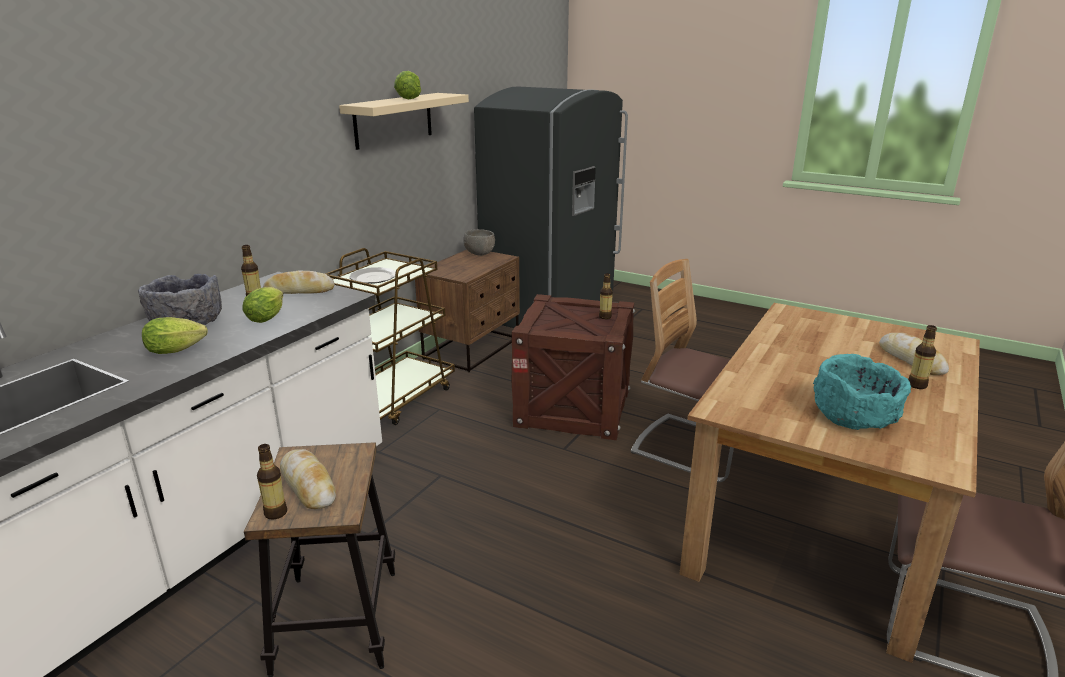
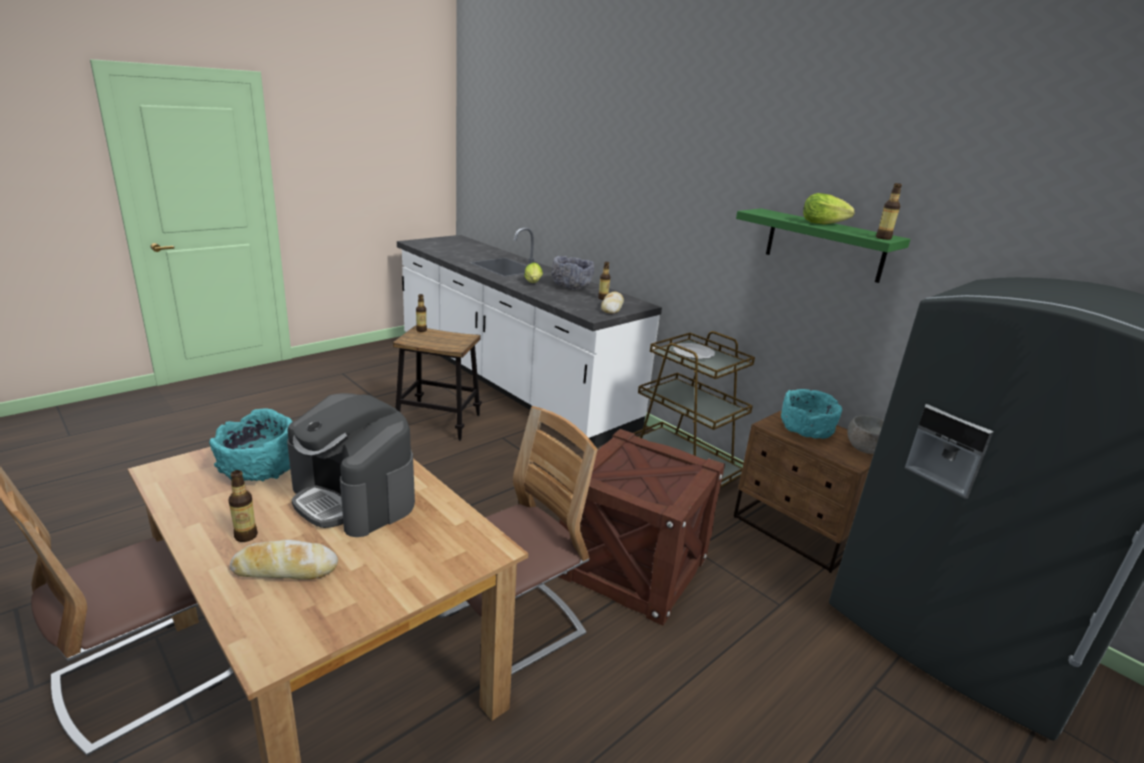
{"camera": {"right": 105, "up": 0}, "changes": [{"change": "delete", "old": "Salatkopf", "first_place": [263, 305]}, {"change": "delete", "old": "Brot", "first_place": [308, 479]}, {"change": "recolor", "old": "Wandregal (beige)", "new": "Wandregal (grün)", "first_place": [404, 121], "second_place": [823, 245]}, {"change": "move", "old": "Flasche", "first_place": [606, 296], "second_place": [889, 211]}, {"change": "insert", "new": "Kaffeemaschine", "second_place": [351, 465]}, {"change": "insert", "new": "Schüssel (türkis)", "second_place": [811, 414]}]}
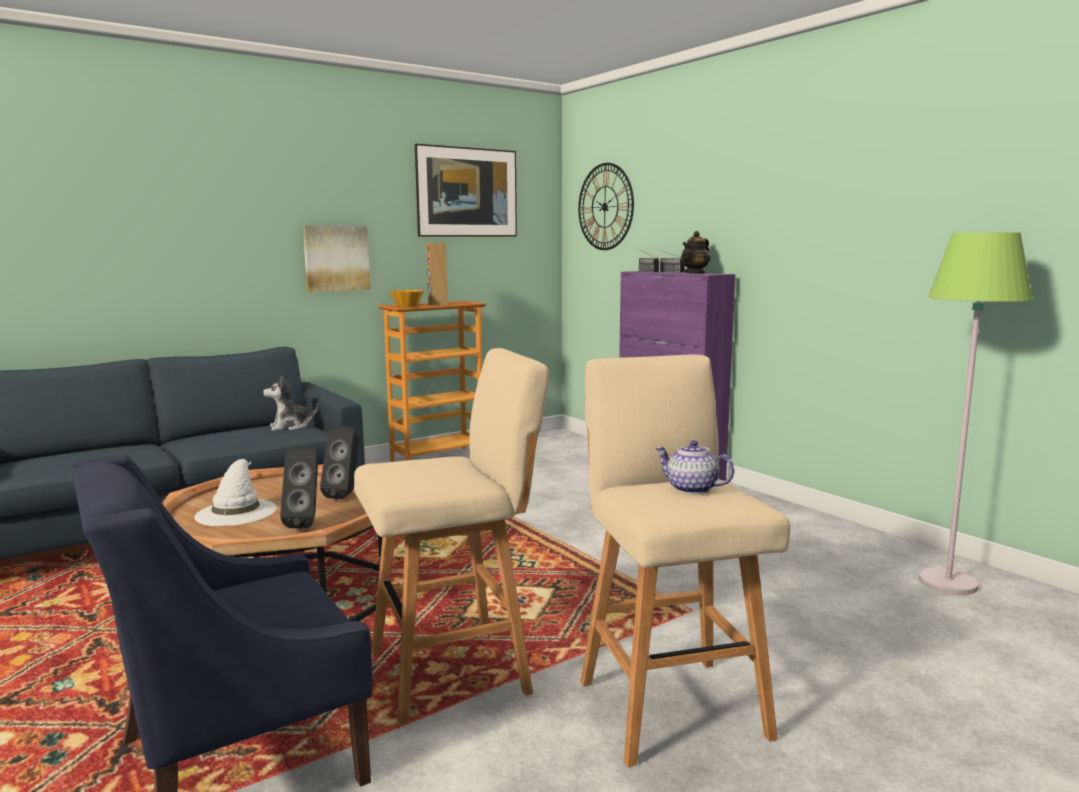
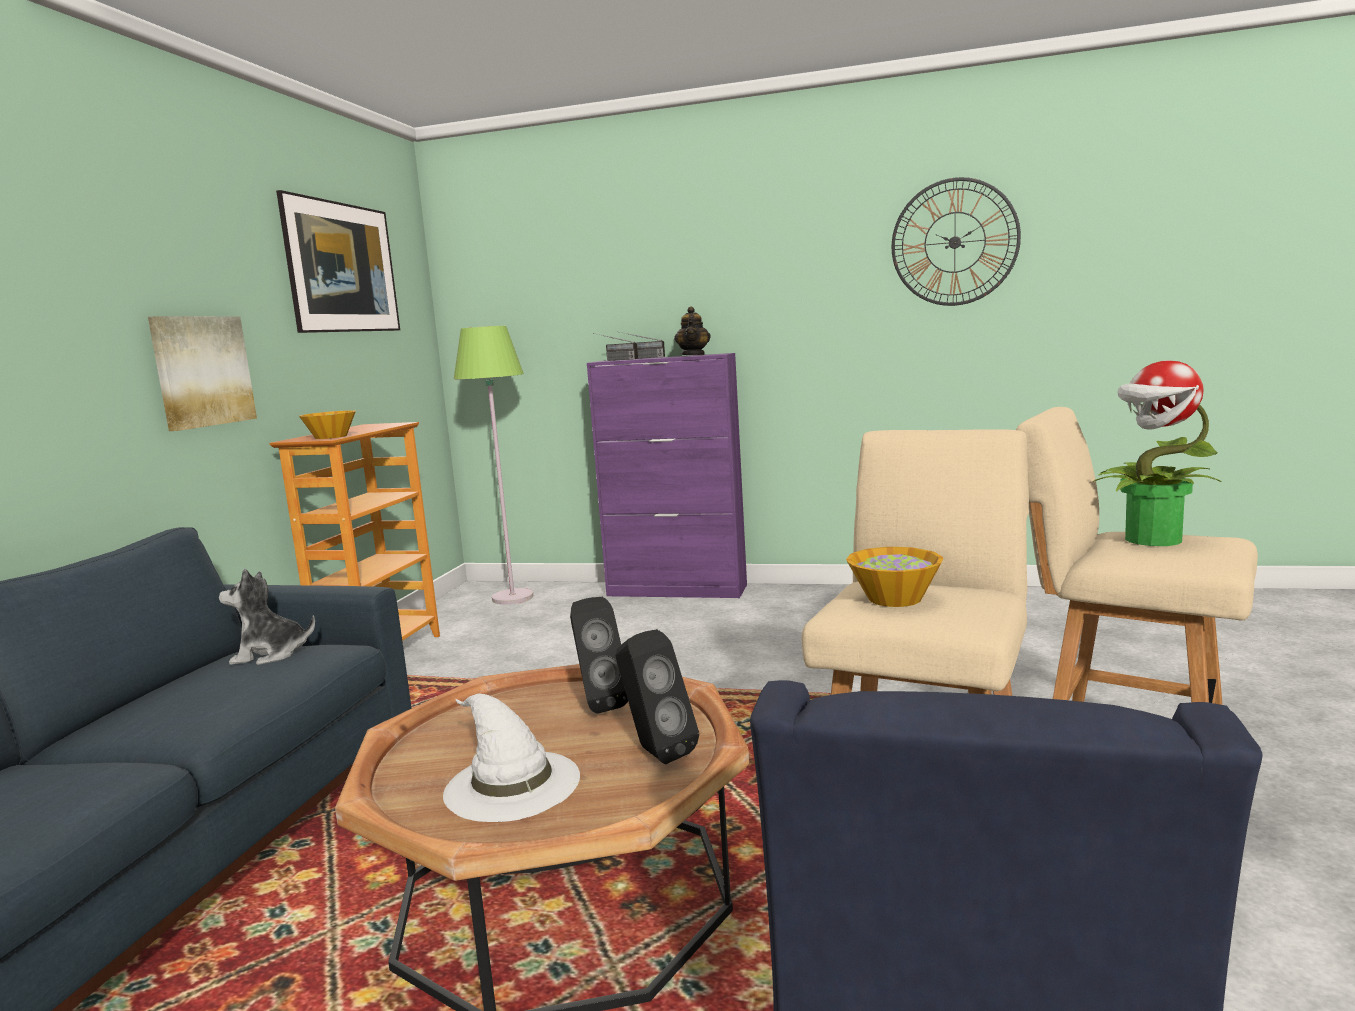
{"camera": {"right": -40, "up": 0}, "changes": [{"change": "rotate", "old": "Plüschtier", "first_place": [290, 403], "second_place": [267, 617], "degrees": 60}, {"change": "delete", "old": "Lautsprecher (braun)", "first_place": [437, 274]}, {"change": "move", "old": "Wanduhr", "first_place": [606, 206], "second_place": [956, 241]}, {"change": "replace", "old": "Teekanne", "new": "Topfpflanze", "first_place": [694, 467], "second_place": [1157, 453]}, {"change": "move", "old": "Stehlampe (grün)", "first_place": [976, 413], "second_place": [493, 465]}, {"change": "insert", "new": "Schüssel", "second_place": [894, 577]}]}
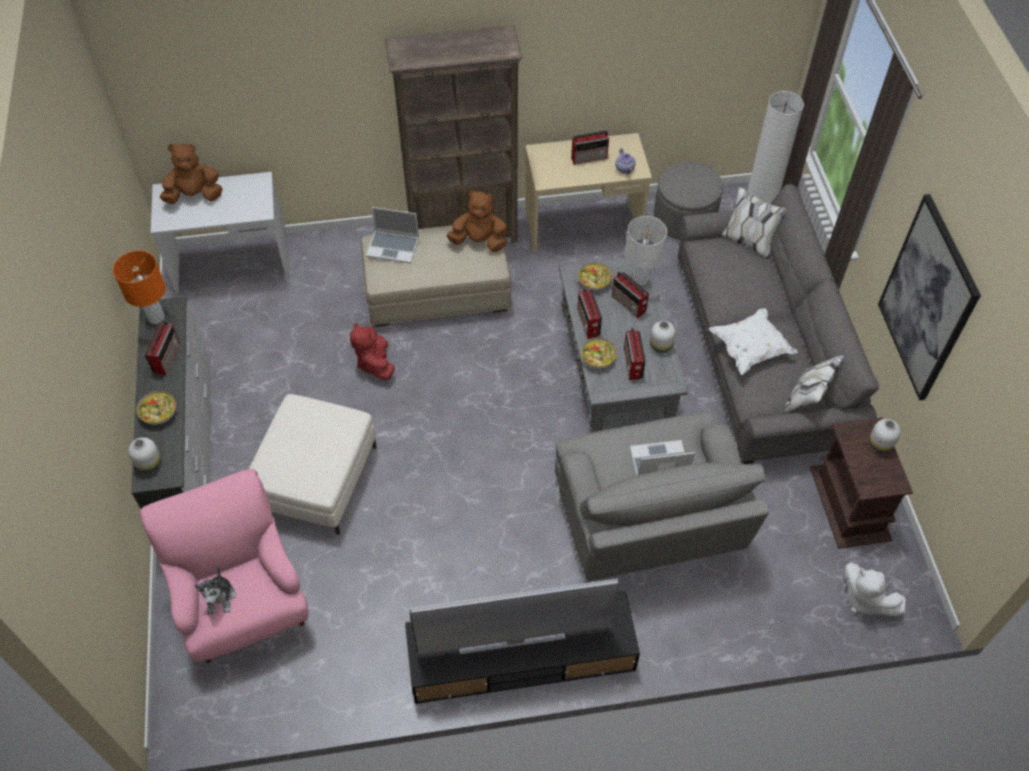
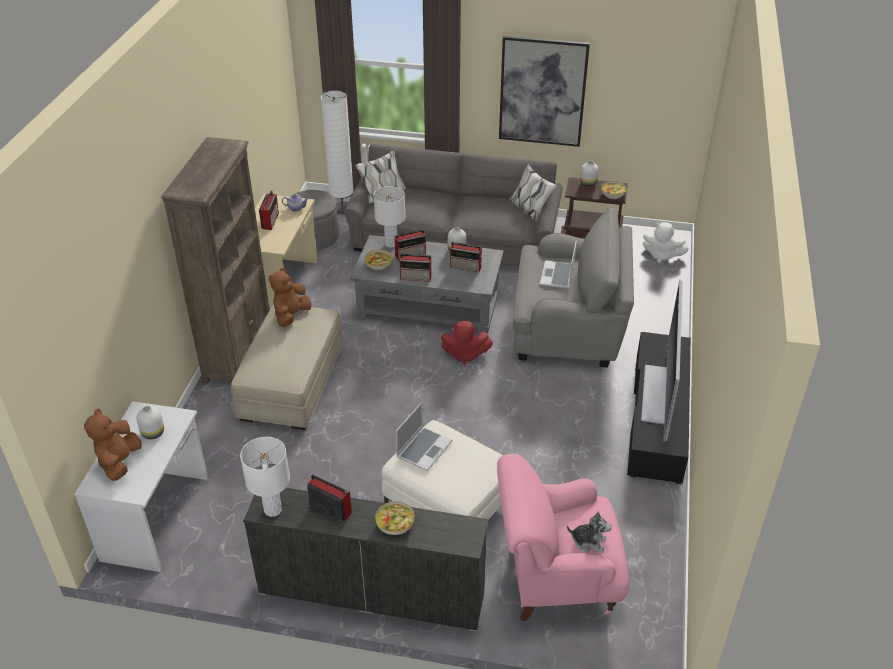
{"camera": {"right": -70, "up": -15}, "changes": [{"change": "recolor", "old": "Tischlampe (orange)", "new": "Tischlampe (weiß)", "first_place": [139, 287], "second_place": [265, 477]}, {"change": "move", "old": "Vase (weiß)", "first_place": [144, 454], "second_place": [150, 422]}, {"change": "move", "old": "Plüschtier (rot)", "first_place": [372, 351], "second_place": [467, 343]}, {"change": "move", "old": "Laptop", "first_place": [392, 235], "second_place": [424, 436]}, {"change": "move", "old": "Schüssel", "first_place": [599, 353], "second_place": [614, 190]}, {"change": "delete", "old": "Kissen (weiß)", "first_place": [753, 341]}, {"change": "rotate", "old": "Plüschtier (weiß)", "first_place": [875, 589], "second_place": [666, 242], "degrees": 45}]}
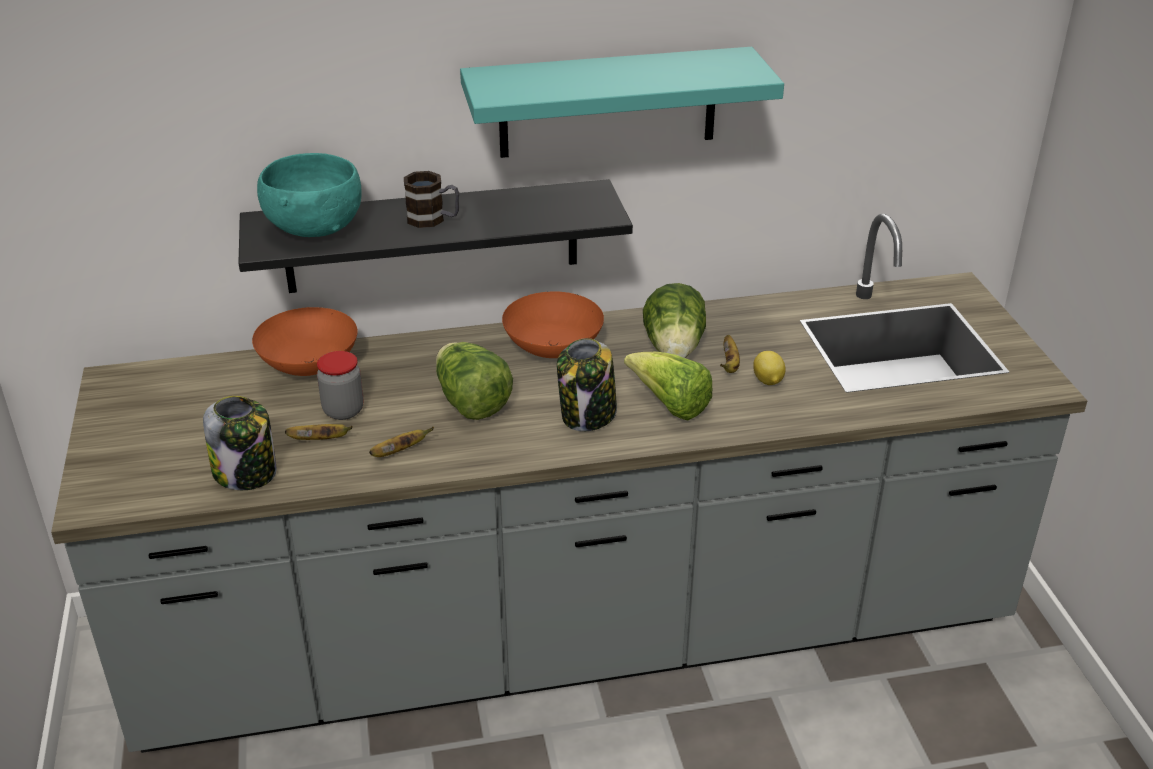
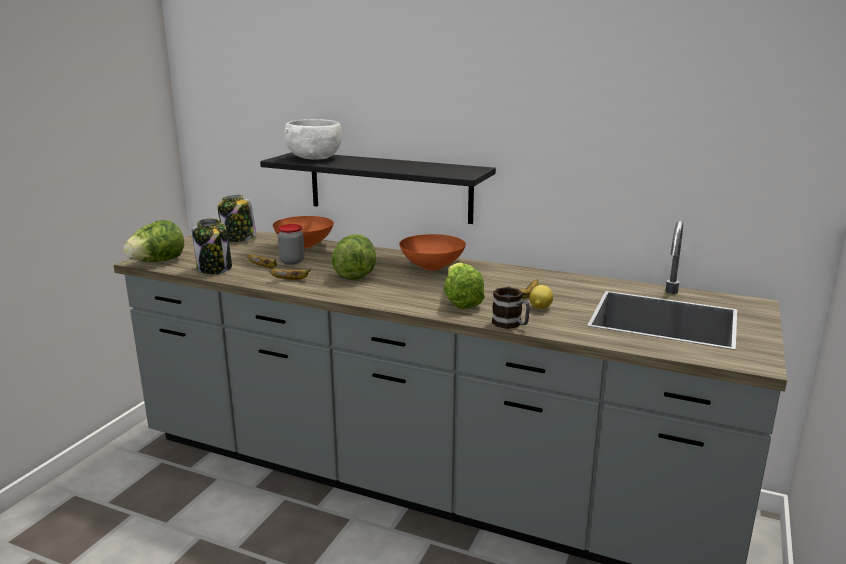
{"camera": {"right": 35, "up": -15}, "changes": [{"change": "recolor", "old": "Schüssel (türkis)", "new": "Schüssel (weiß)", "first_place": [309, 195], "second_place": [313, 139]}, {"change": "move", "old": "Henkelbecher", "first_place": [431, 199], "second_place": [511, 308]}, {"change": "delete", "old": "Wandregal (türkis)", "first_place": [622, 102]}, {"change": "move", "old": "Vorratsglas", "first_place": [587, 384], "second_place": [237, 218]}, {"change": "move", "old": "Salatkopf", "first_place": [674, 320], "second_place": [153, 241]}]}
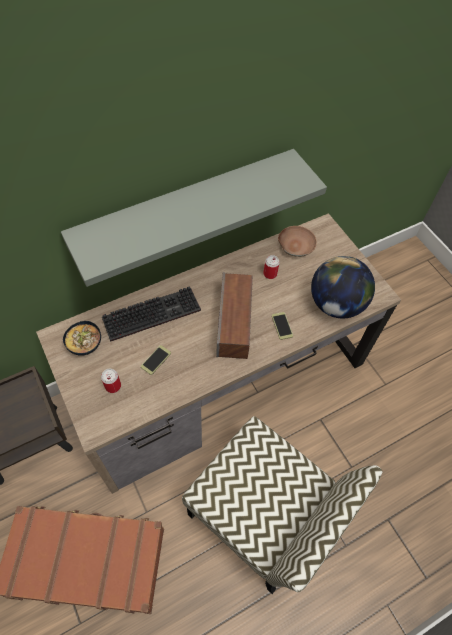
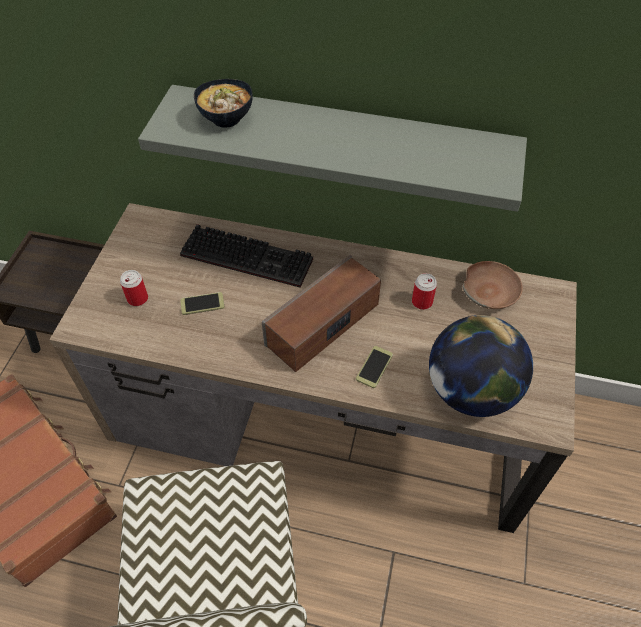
{"camera": {"right": 45, "up": -5}, "changes": [{"change": "move", "old": "Schüssel", "first_place": [82, 338], "second_place": [223, 103]}]}
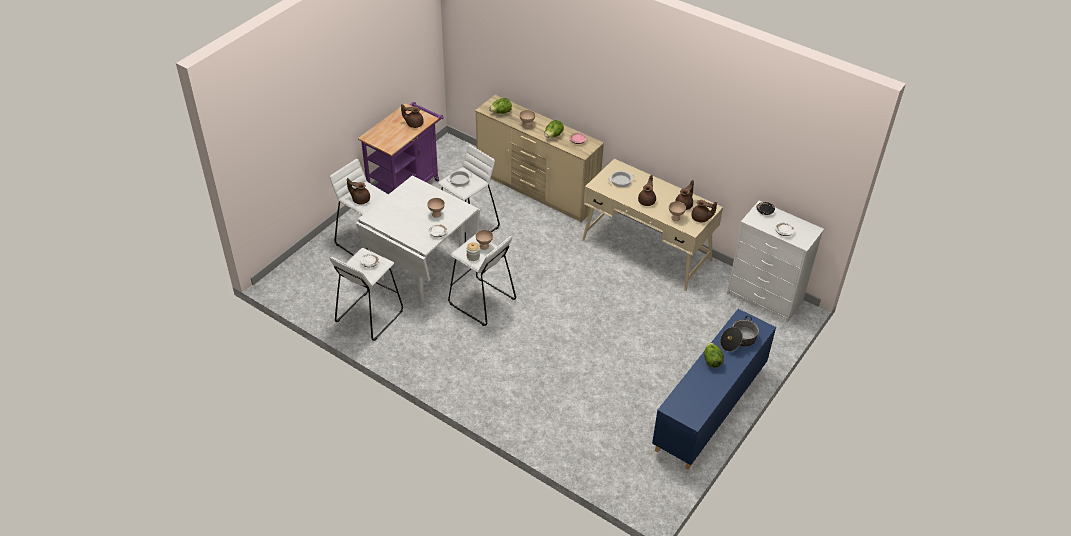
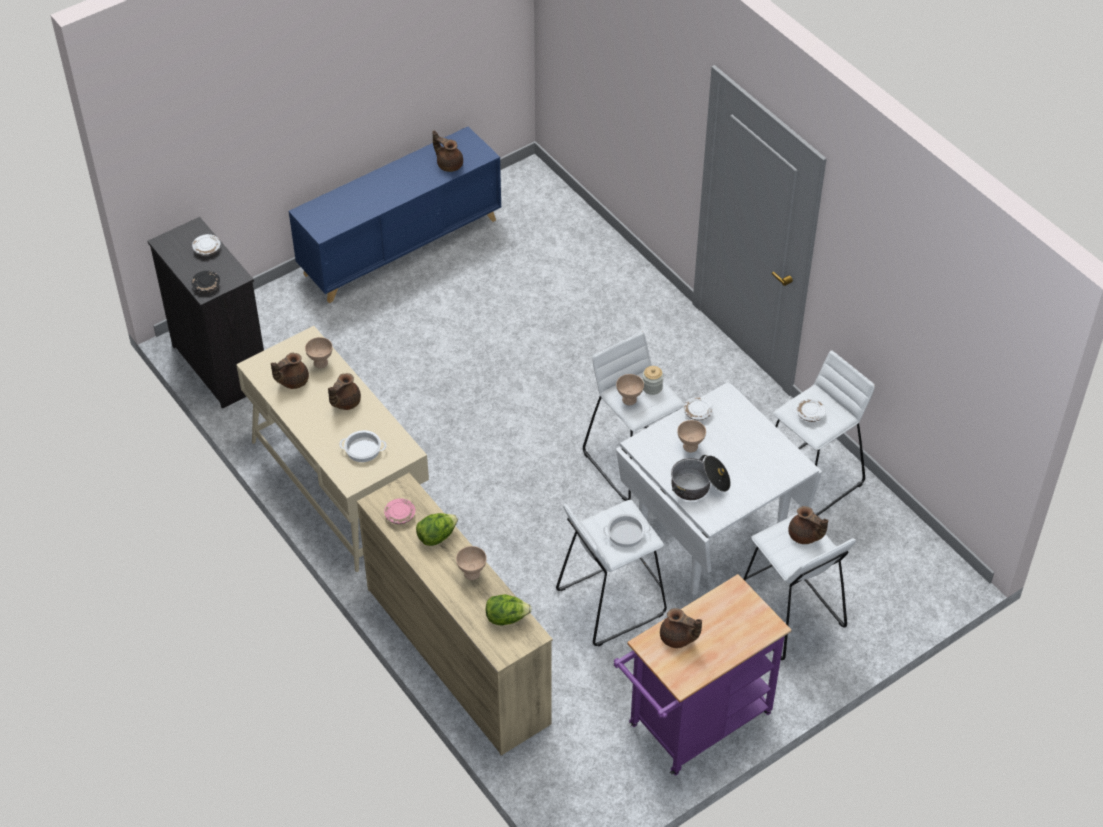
{"camera": {"right": -160, "up": 5}, "changes": [{"change": "move", "old": "Teekanne (braun)", "first_place": [704, 211], "second_place": [447, 151]}, {"change": "delete", "old": "Salatkopf", "first_place": [714, 355]}, {"change": "move", "old": "Kochtopf", "first_place": [739, 334], "second_place": [701, 477]}, {"change": "recolor", "old": "Kommode (weiß)", "new": "Kommode (schwarz)", "first_place": [775, 262], "second_place": [205, 313]}]}
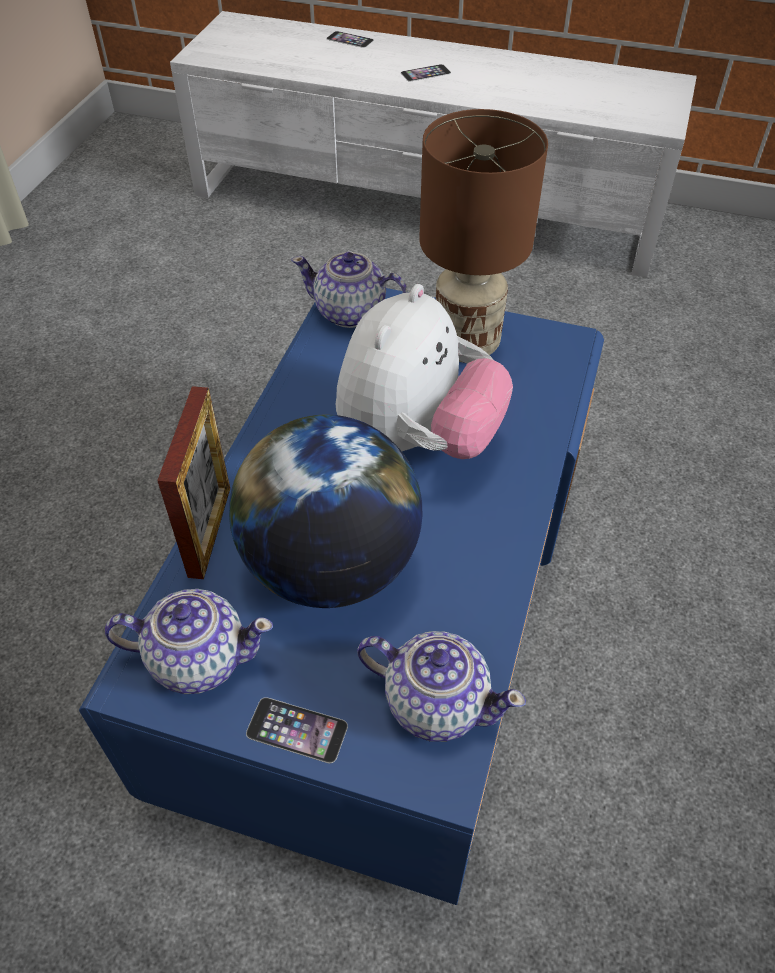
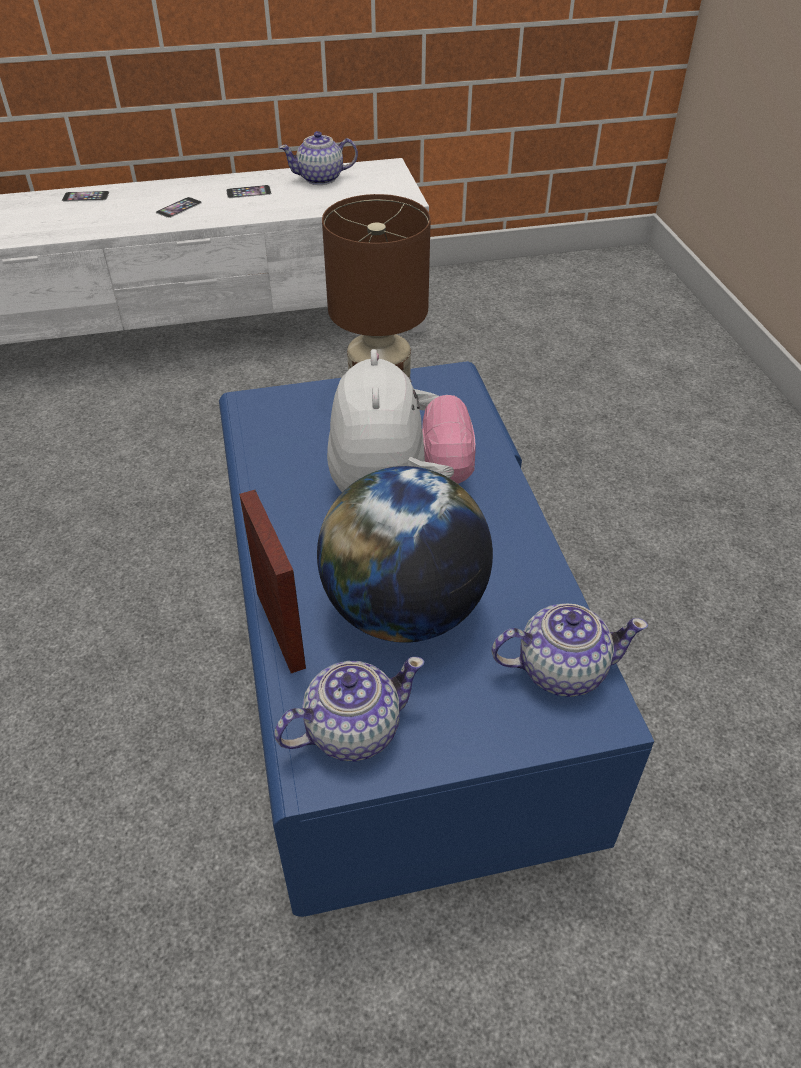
{"camera": {"right": -30, "up": -5}, "changes": [{"change": "move", "old": "Handy", "first_place": [297, 730], "second_place": [248, 191]}, {"change": "move", "old": "Teekanne", "first_place": [349, 290], "second_place": [318, 158]}]}
